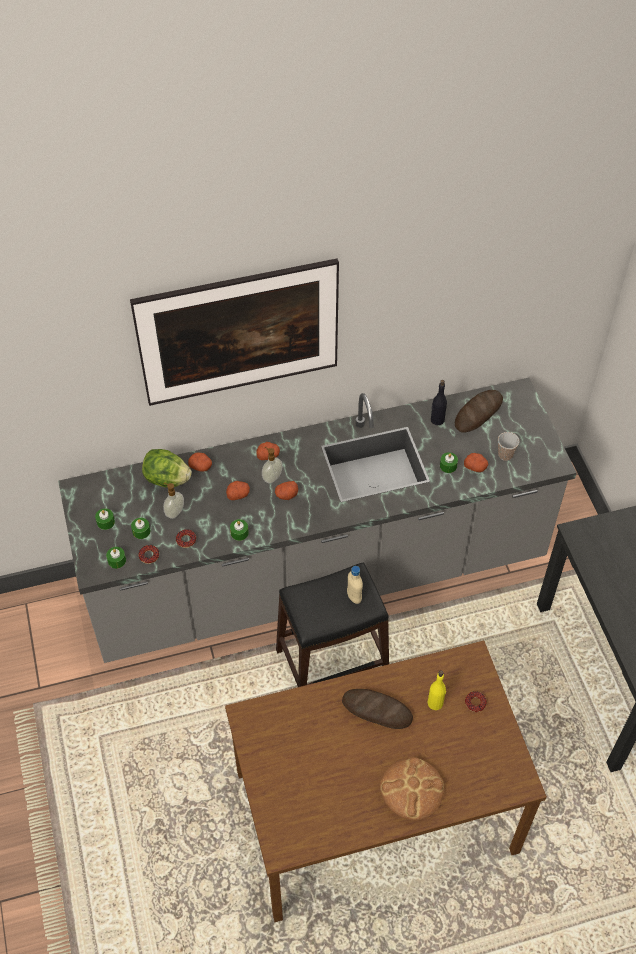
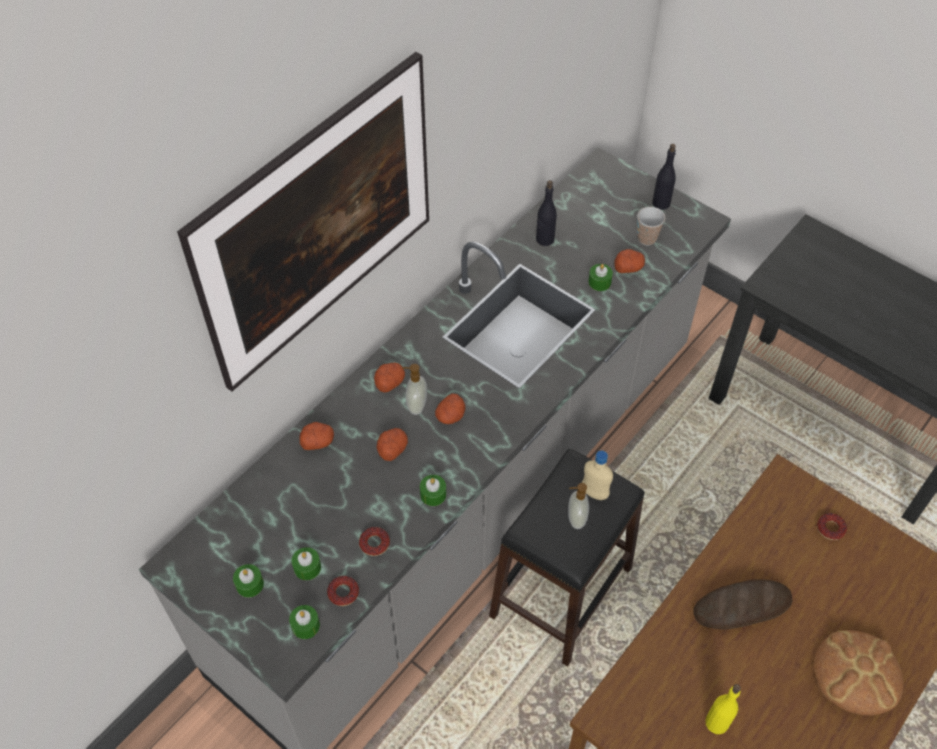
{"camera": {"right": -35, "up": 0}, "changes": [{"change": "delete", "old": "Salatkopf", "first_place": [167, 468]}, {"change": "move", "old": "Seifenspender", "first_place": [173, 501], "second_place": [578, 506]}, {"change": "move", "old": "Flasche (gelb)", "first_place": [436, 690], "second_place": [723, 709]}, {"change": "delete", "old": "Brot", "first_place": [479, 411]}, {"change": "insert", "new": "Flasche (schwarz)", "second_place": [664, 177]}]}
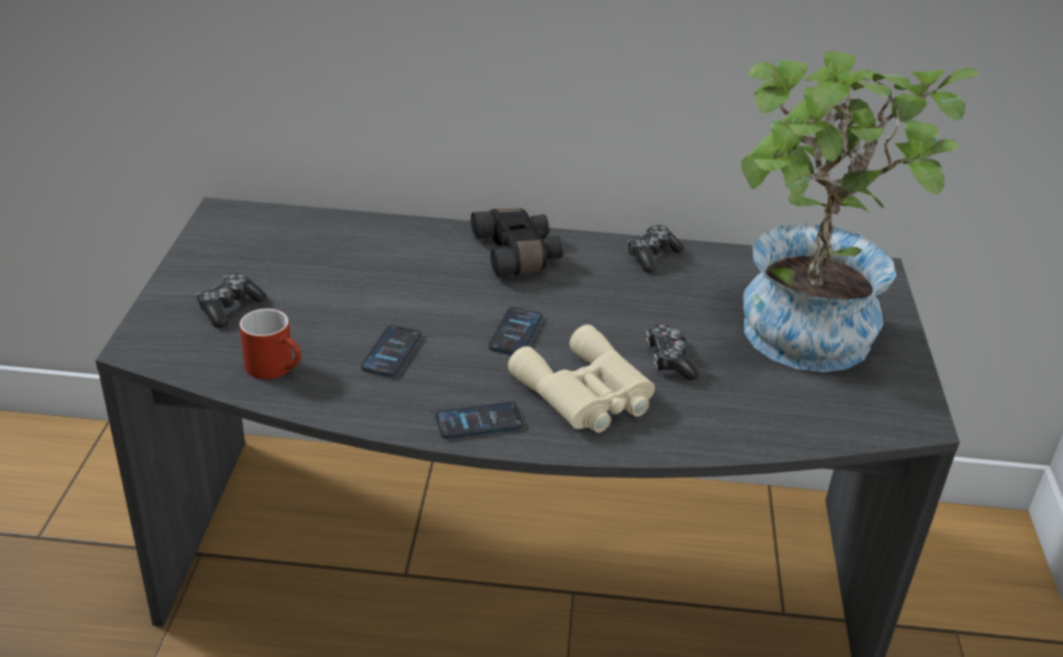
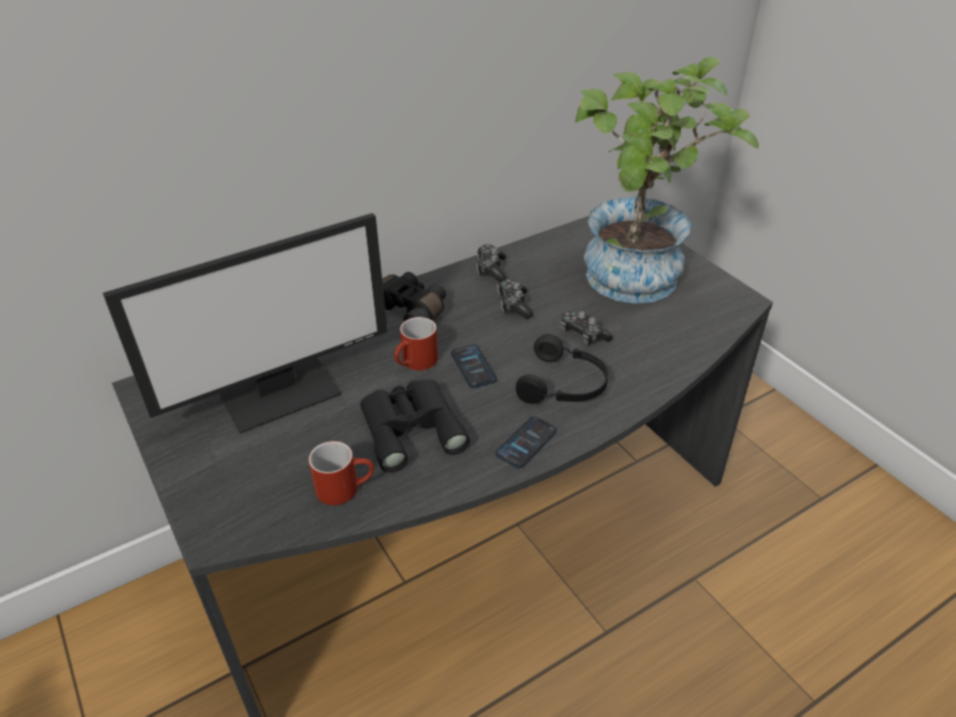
{"camera": {"right": -35, "up": 5}, "changes": [{"change": "move", "old": "Gamepad", "first_place": [231, 300], "second_place": [515, 299]}, {"change": "replace", "old": "Handy", "new": "Fernglas (schwarz)", "first_place": [391, 351], "second_place": [415, 426]}, {"change": "replace", "old": "Fernglas (beige)", "new": "Kopfhörer (schwarz)", "first_place": [581, 379], "second_place": [562, 369]}, {"change": "insert", "new": "Monitor", "second_place": [245, 323]}, {"change": "insert", "new": "Henkelbecher (rot)", "second_place": [416, 344]}]}
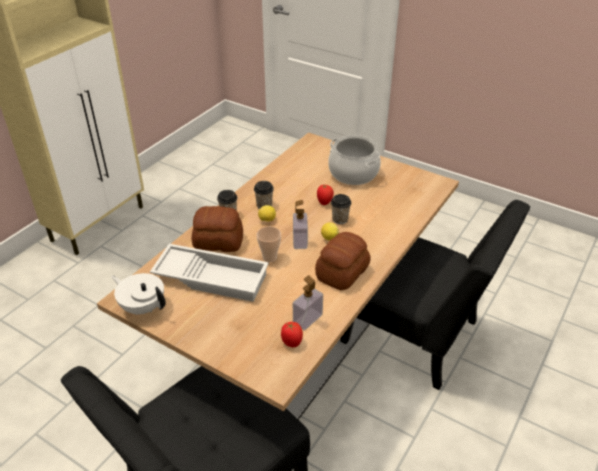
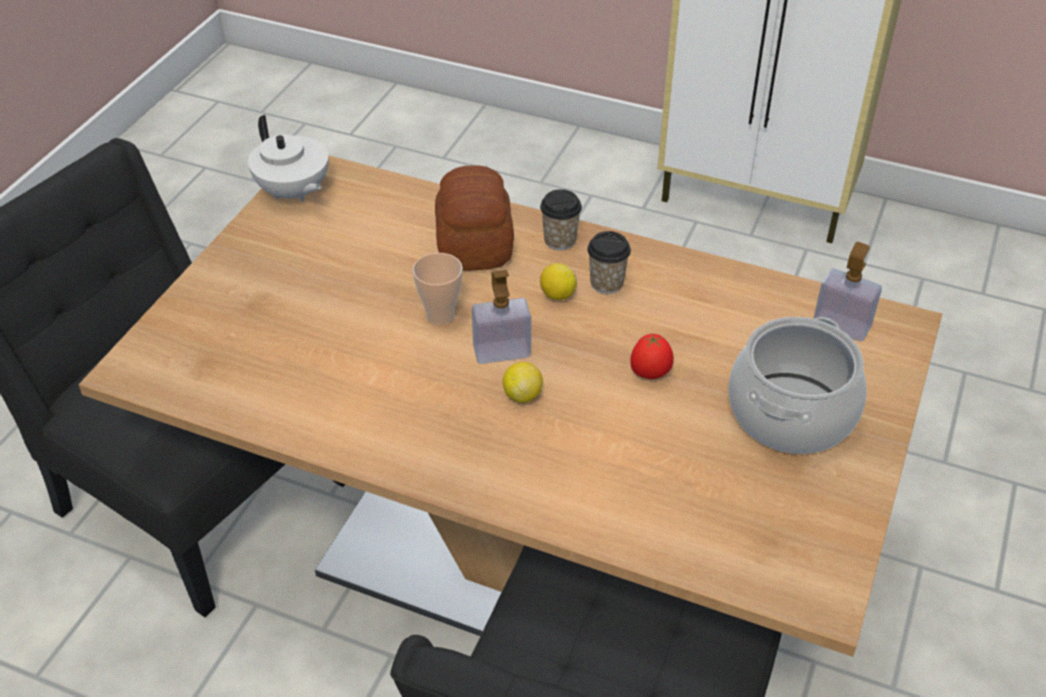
{"camera": {"right": 80, "up": 5}, "changes": [{"change": "rotate", "old": "Teekanne (weiß)", "first_place": [138, 294], "second_place": [288, 159], "degrees": 120}, {"change": "delete", "old": "Tablett (weiß)", "first_place": [209, 273]}, {"change": "delete", "old": "Tomate", "first_place": [292, 334]}, {"change": "move", "old": "Seifenspender", "first_place": [308, 303], "second_place": [847, 292]}, {"change": "delete", "old": "Brot", "first_place": [343, 261]}, {"change": "delete", "old": "Tasse", "first_place": [341, 209]}]}
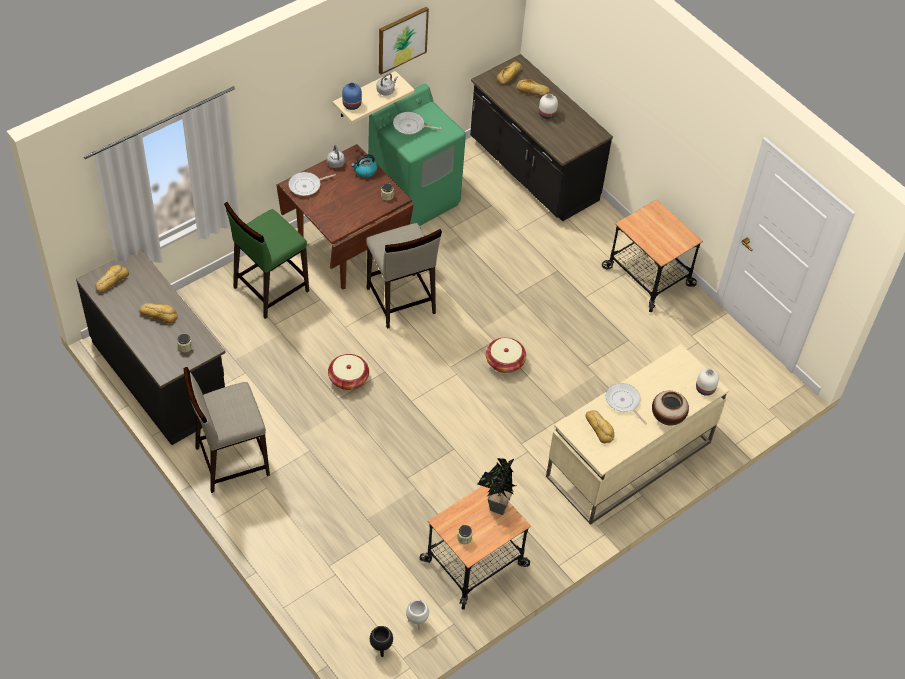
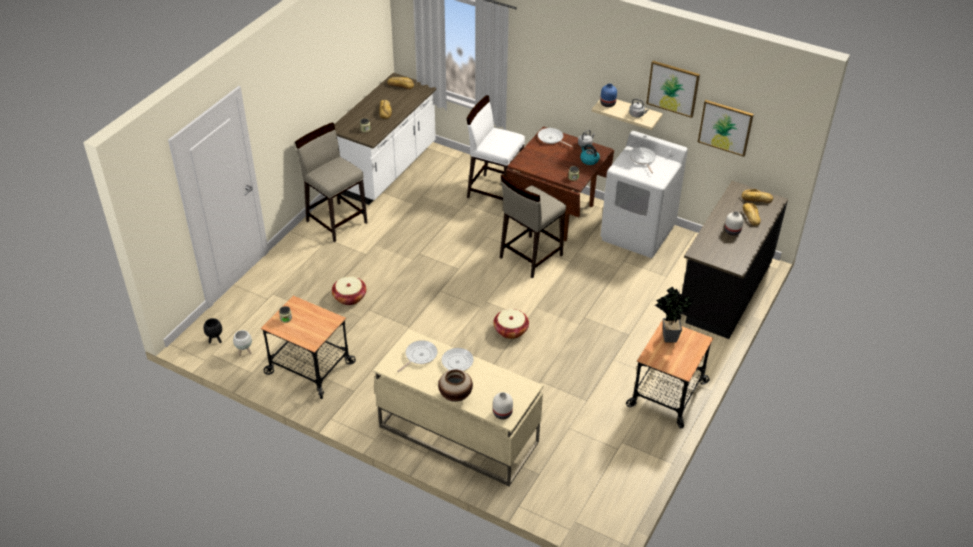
{"camera": {"right": 70, "up": -10}, "changes": [{"change": "recolor", "old": "Küchenzeile (schwarz)", "new": "Küchenzeile (weiß)", "first_place": [151, 347], "second_place": [385, 139]}, {"change": "recolor", "old": "Hocker (grün)", "new": "Hocker (weiß)", "first_place": [266, 260], "second_place": [496, 147]}, {"change": "move", "old": "Korb", "first_place": [348, 372], "second_place": [349, 290]}, {"change": "recolor", "old": "Waschmaschine (grün)", "new": "Waschmaschine (weiß)", "first_place": [417, 155], "second_place": [644, 194]}, {"change": "move", "old": "Topfpflanze", "first_place": [496, 486], "second_place": [674, 315]}, {"change": "replace", "old": "Brot", "new": "Pfanne", "first_place": [600, 426], "second_place": [417, 356]}, {"change": "insert", "new": "Bild", "second_place": [726, 128]}]}
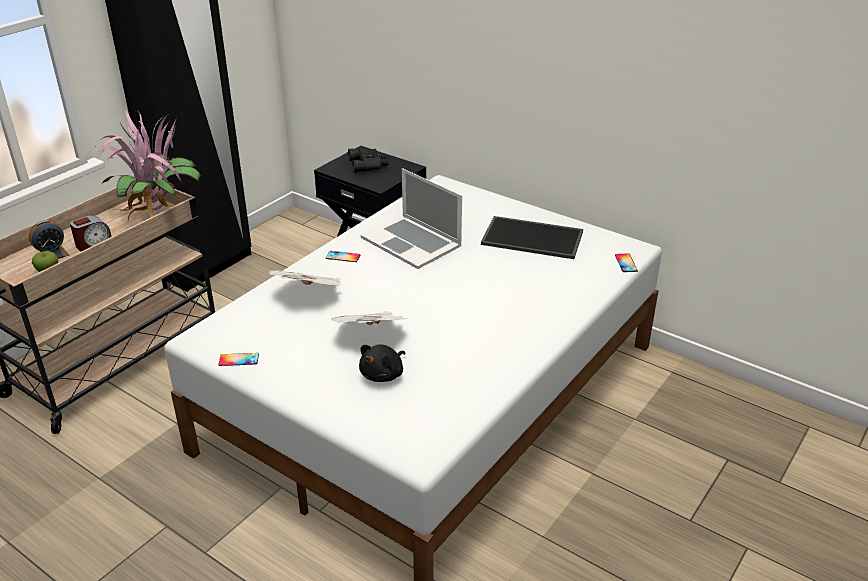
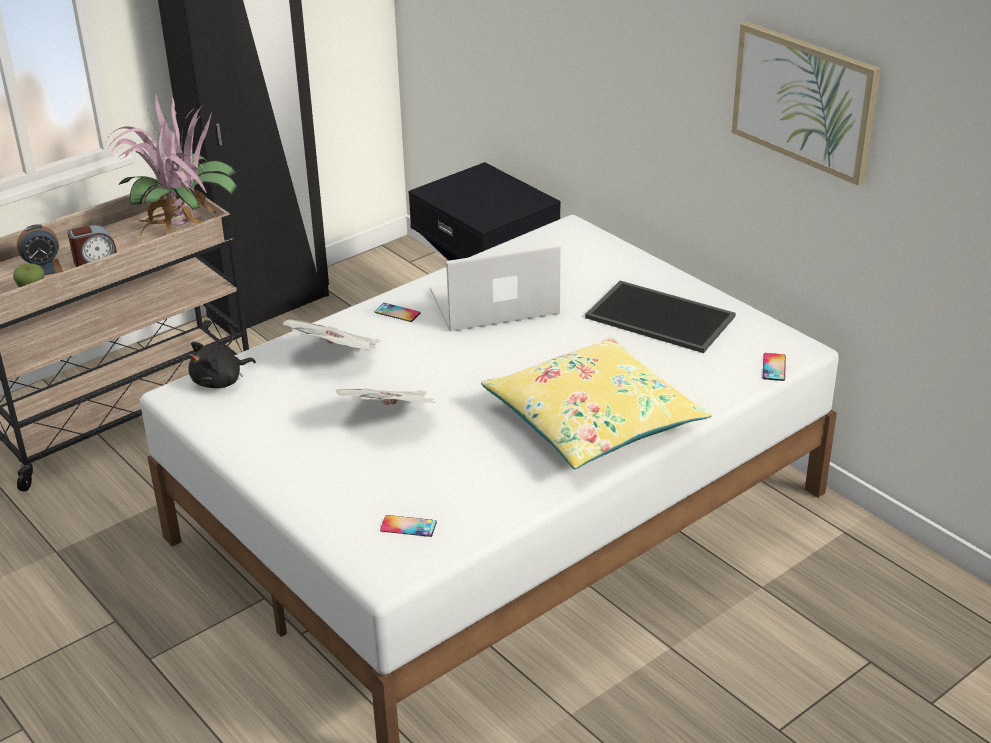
{"camera": {"right": 15, "up": 0}, "changes": [{"change": "move", "old": "Handy", "first_place": [239, 359], "second_place": [408, 526]}, {"change": "delete", "old": "Fernglas (schwarz)", "first_place": [368, 161]}, {"change": "move", "old": "Plüschtier (schwarz)", "first_place": [382, 363], "second_place": [222, 365]}, {"change": "rotate", "old": "Laptop", "first_place": [411, 218], "second_place": [495, 287], "degrees": 105}, {"change": "insert", "new": "Kissen (gelb)", "second_place": [596, 403]}, {"change": "insert", "new": "Bild", "second_place": [806, 104]}]}
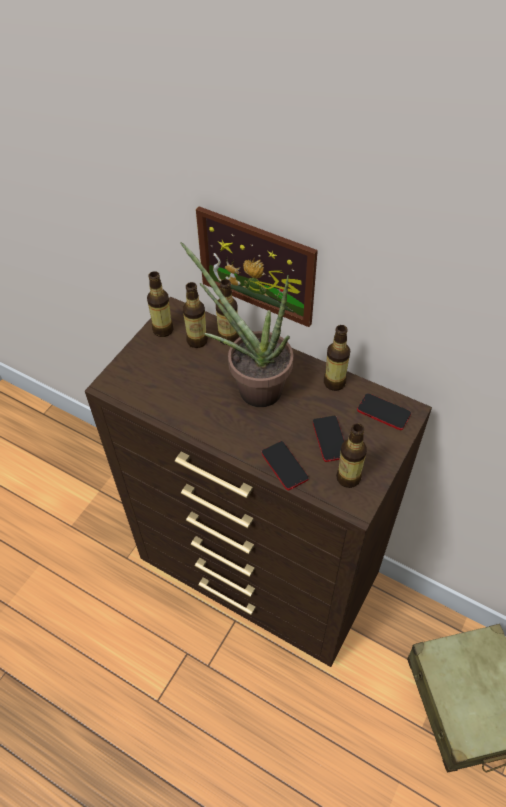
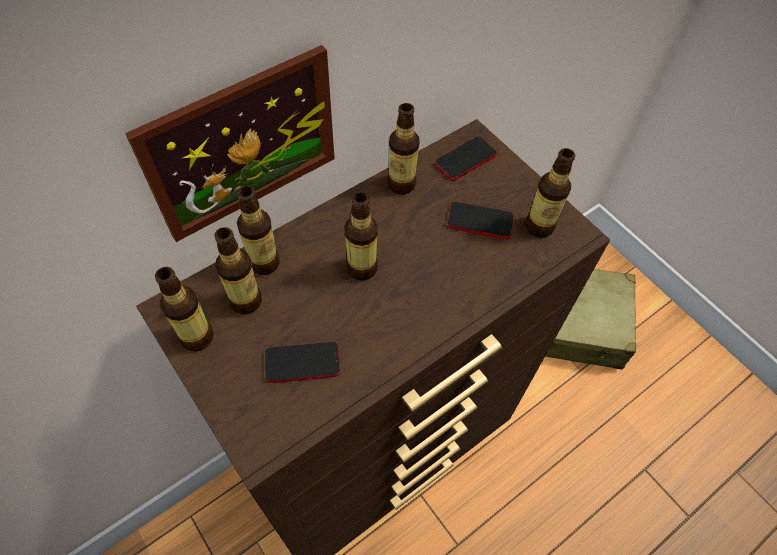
{"camera": {"right": -70, "up": 5}, "changes": [{"change": "replace", "old": "Topfpflanze", "new": "Flasche", "first_place": [236, 324], "second_place": [361, 236]}, {"change": "move", "old": "Handy", "first_place": [285, 465], "second_place": [302, 362]}]}
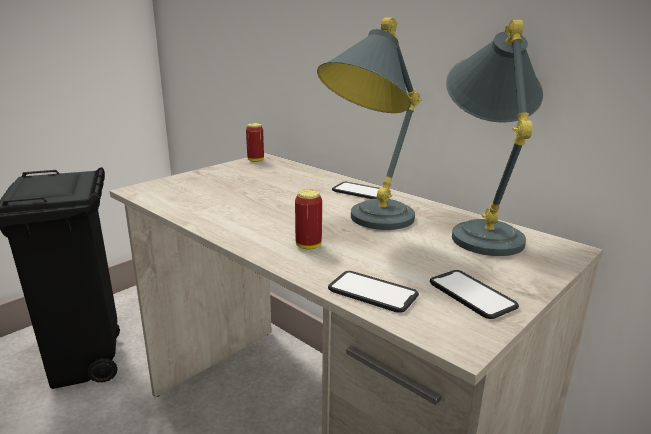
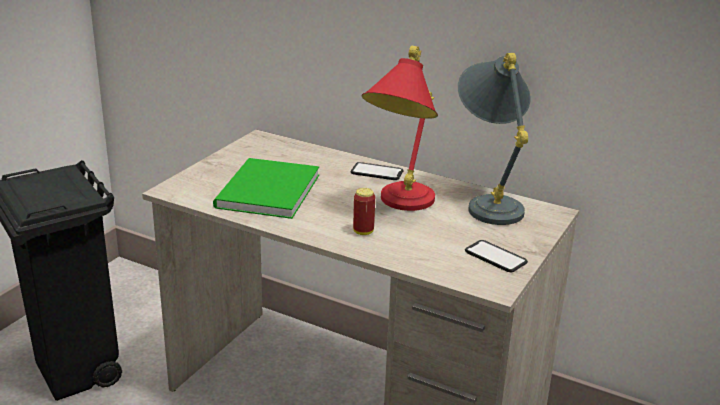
{"camera": {"right": -15, "up": 5}, "changes": [{"change": "delete", "old": "Dose", "first_place": [255, 142]}, {"change": "recolor", "old": "Tischlampe (grau)", "new": "Tischlampe (rot)", "first_place": [369, 123], "second_place": [400, 128]}, {"change": "delete", "old": "Handy", "first_place": [373, 292]}, {"change": "insert", "new": "Buch (grün)", "second_place": [266, 188]}]}
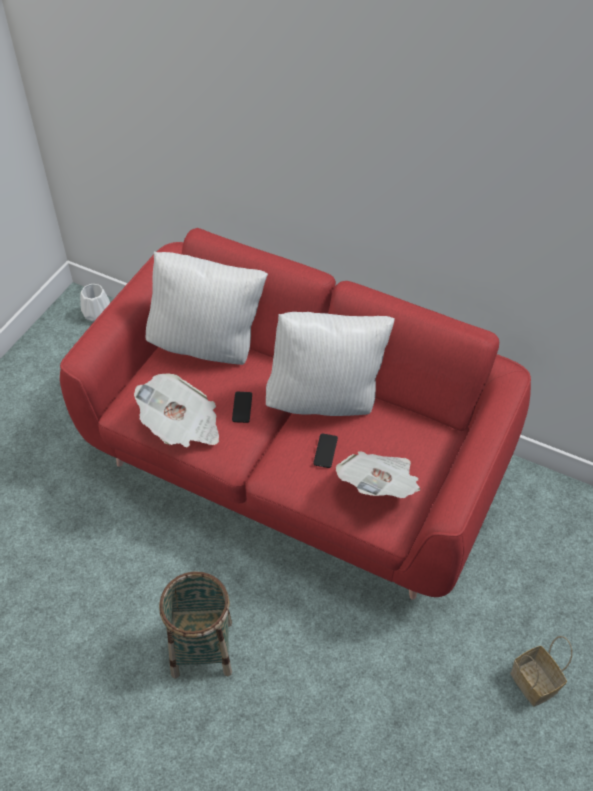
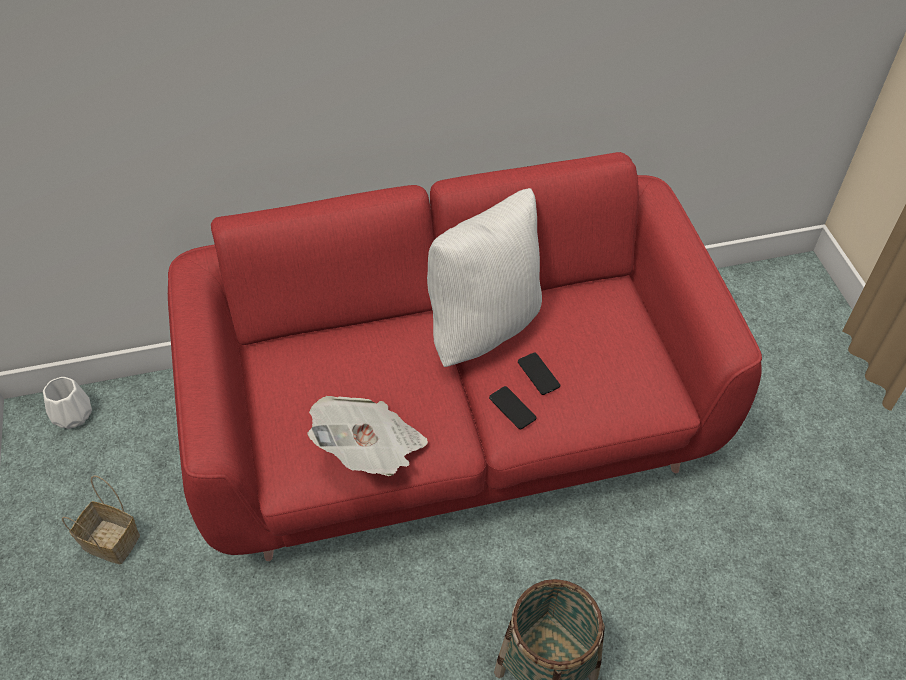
{"camera": {"right": -40, "up": 0}, "changes": [{"change": "delete", "old": "Kissen (weiß)", "first_place": [207, 308]}, {"change": "move", "old": "Handy", "first_place": [242, 407], "second_place": [513, 408]}, {"change": "delete", "old": "Zeitung", "first_place": [378, 474]}, {"change": "move", "old": "Korb", "first_place": [541, 671], "second_place": [101, 519]}]}
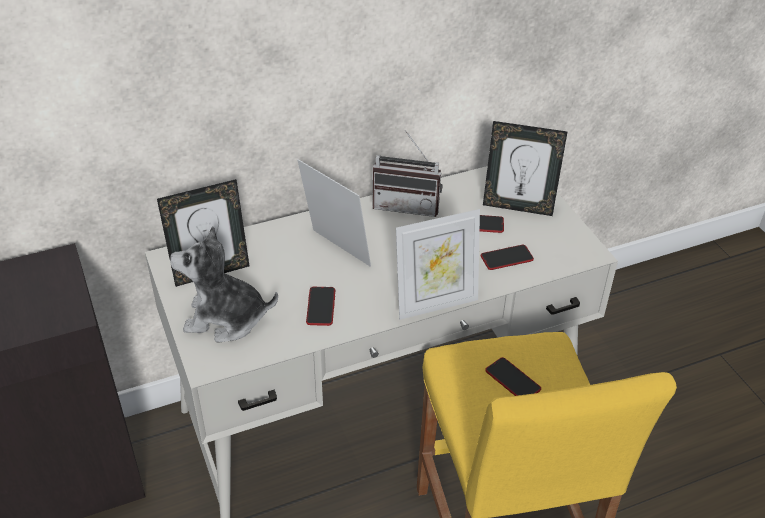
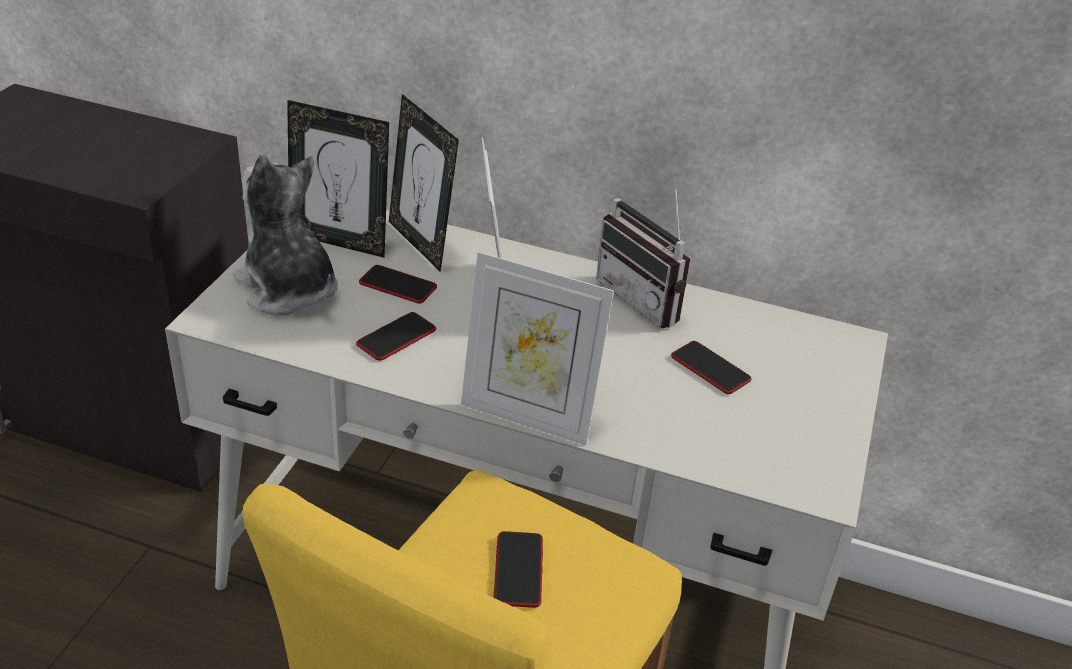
{"camera": {"right": 40, "up": -5}, "changes": [{"change": "move", "old": "Handy", "first_place": [507, 257], "second_place": [398, 284]}, {"change": "move", "old": "Bilderrahmen", "first_place": [525, 168], "second_place": [424, 183]}]}
